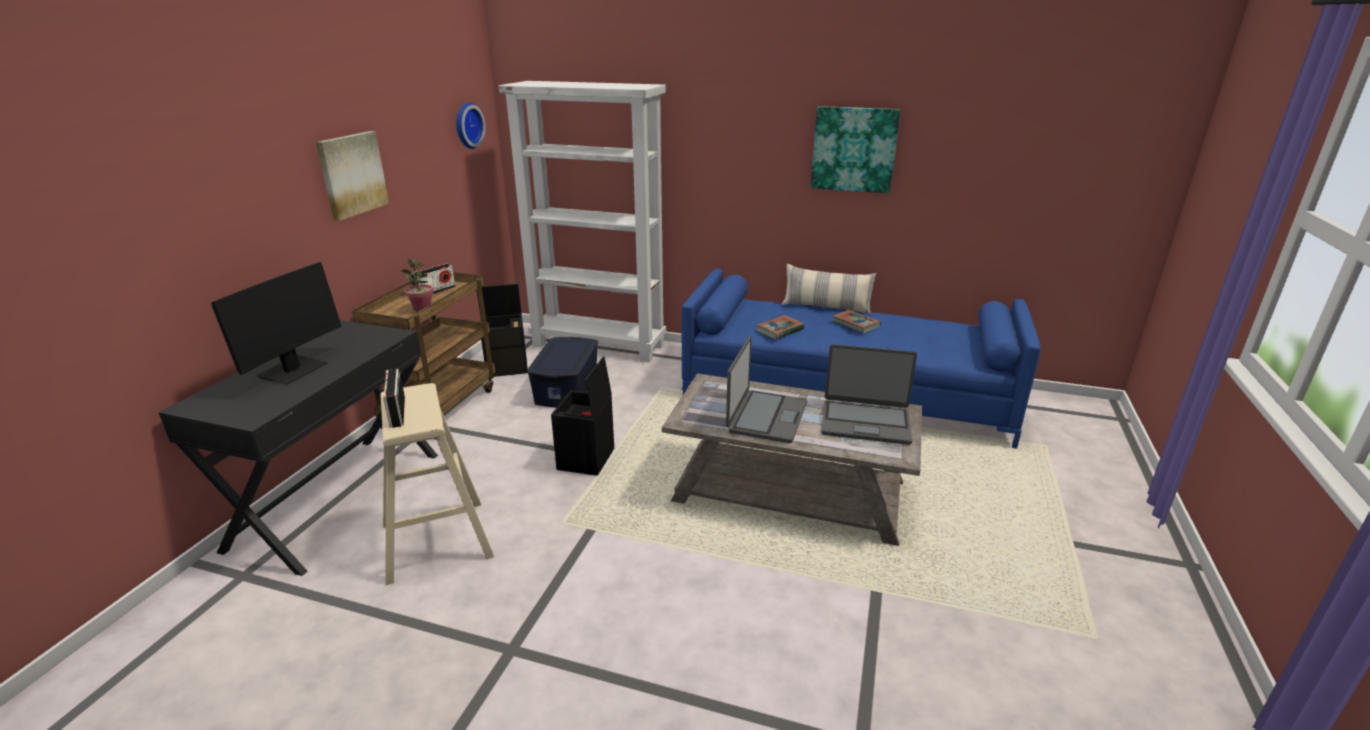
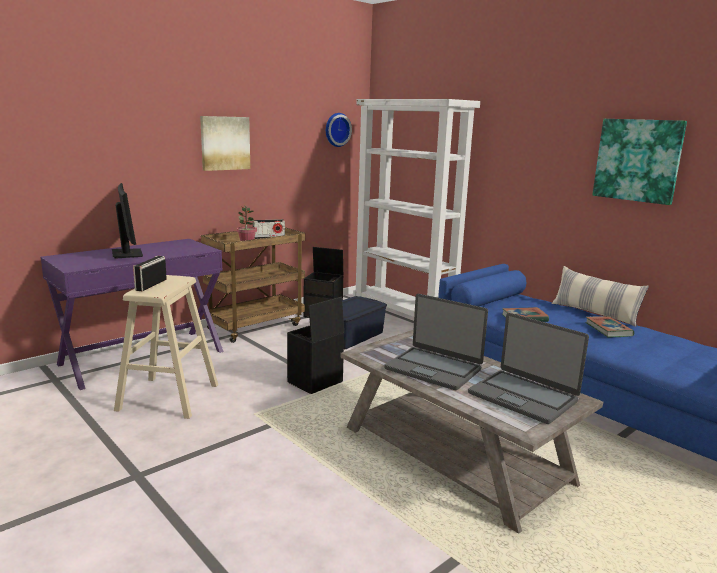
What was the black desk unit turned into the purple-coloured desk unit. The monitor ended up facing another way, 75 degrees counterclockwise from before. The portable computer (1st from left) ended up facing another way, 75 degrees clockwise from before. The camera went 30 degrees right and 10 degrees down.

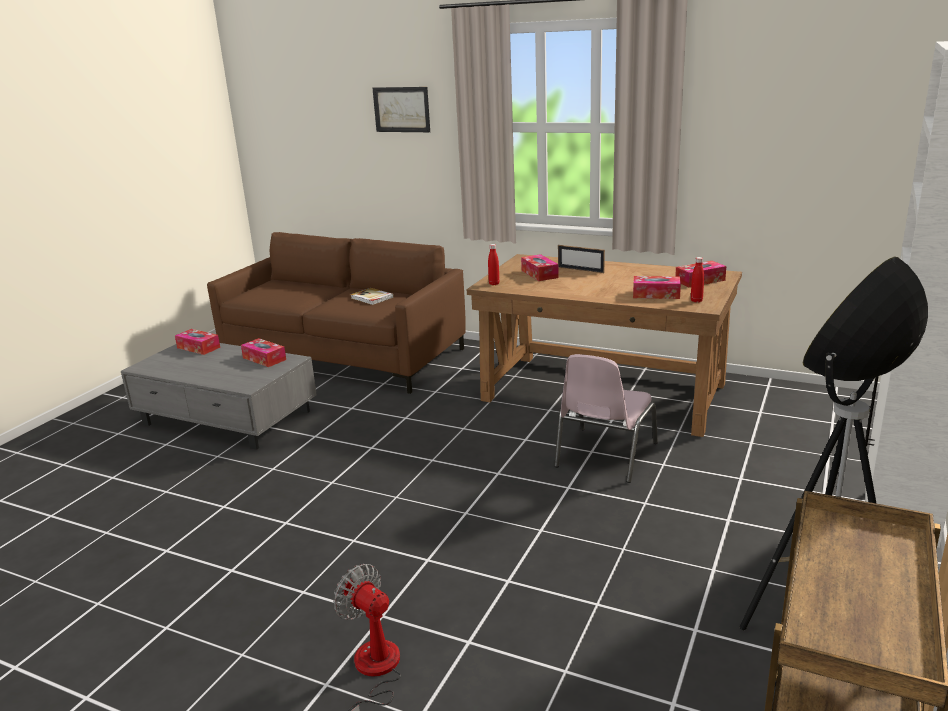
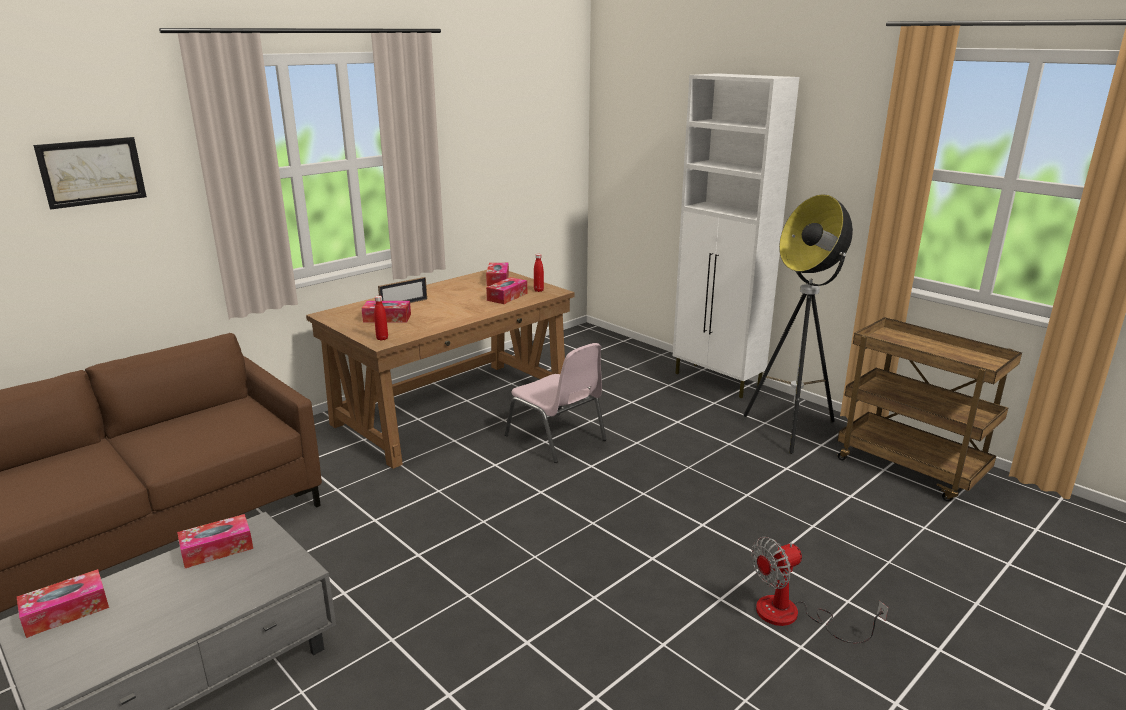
The second view lost the volume. The camera went 70 degrees left and 0 degrees up.

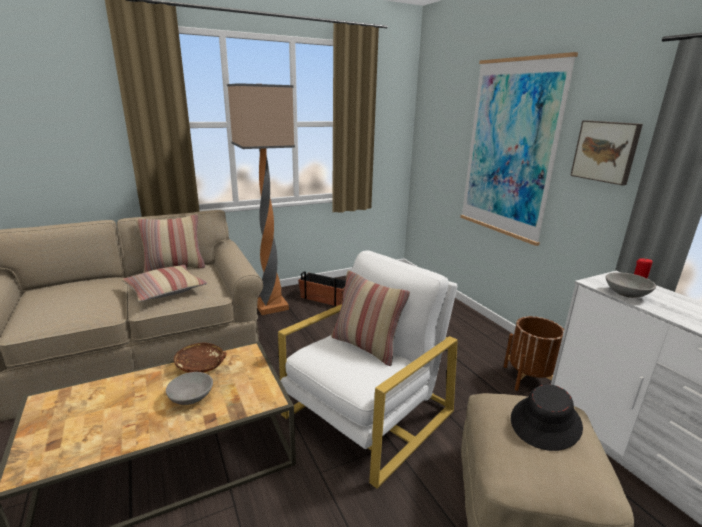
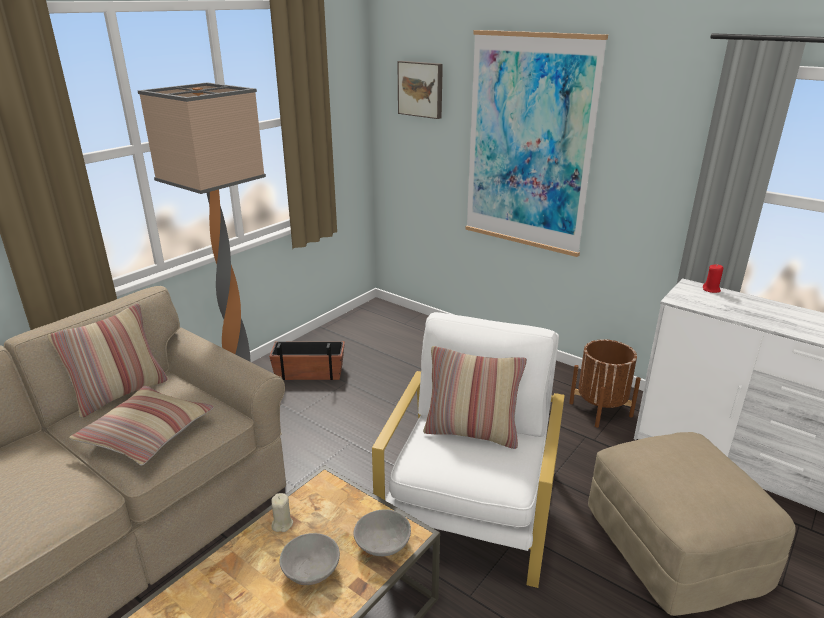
Where the brown-coloured deep dish stood, the sand-coloured candle came to stand. The grey deep dish (2nd from left) ended up elsewhere. The wall art (2nd from left in the first image) ended up elsewhere. The second view lost the black hat. The camera went 25 degrees left and 5 degrees up.

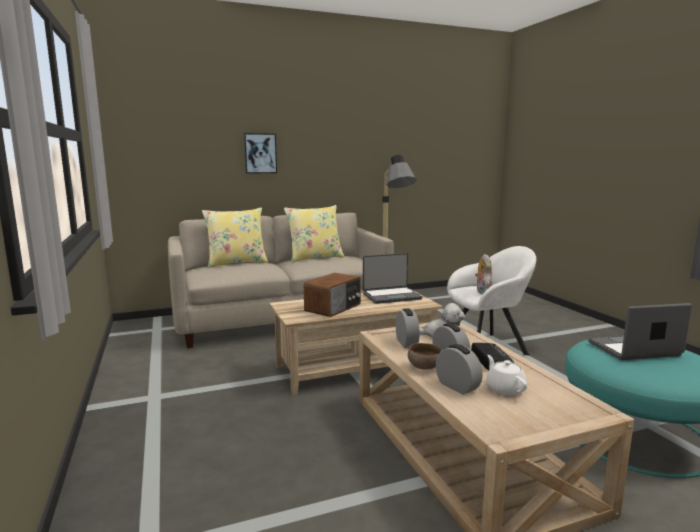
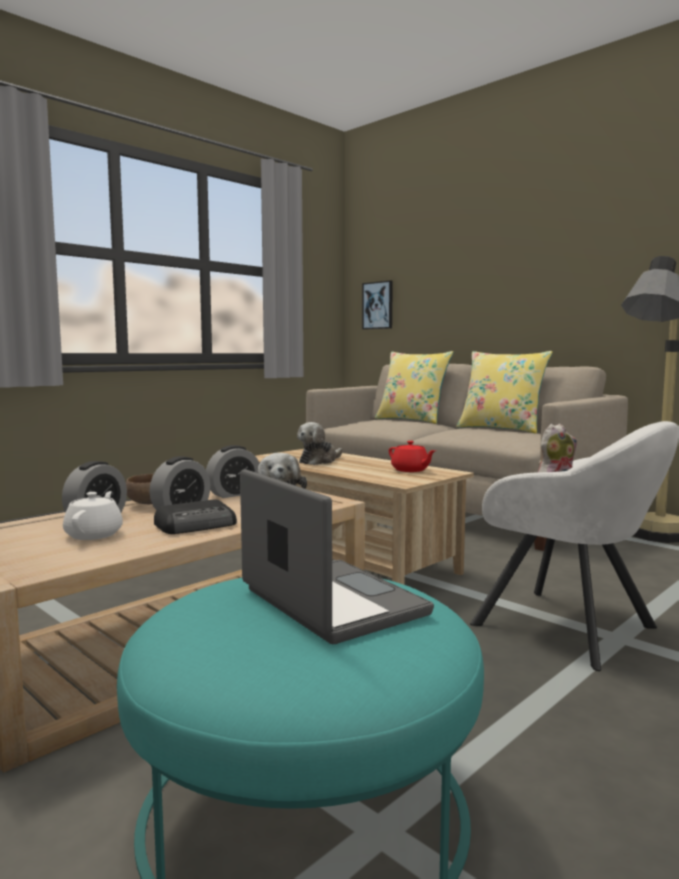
The white-coloured tea pot ended up facing another way, 45 degrees counterclockwise from before. Where the radio receiver (1st from left) stood, the soft toy (2nd from left) came to stand. The wall art ended up elsewhere. Where the portable computer (1st from left) stood, the red-coloured tea pot came to stand. The camera went 65 degrees right and 5 degrees down.

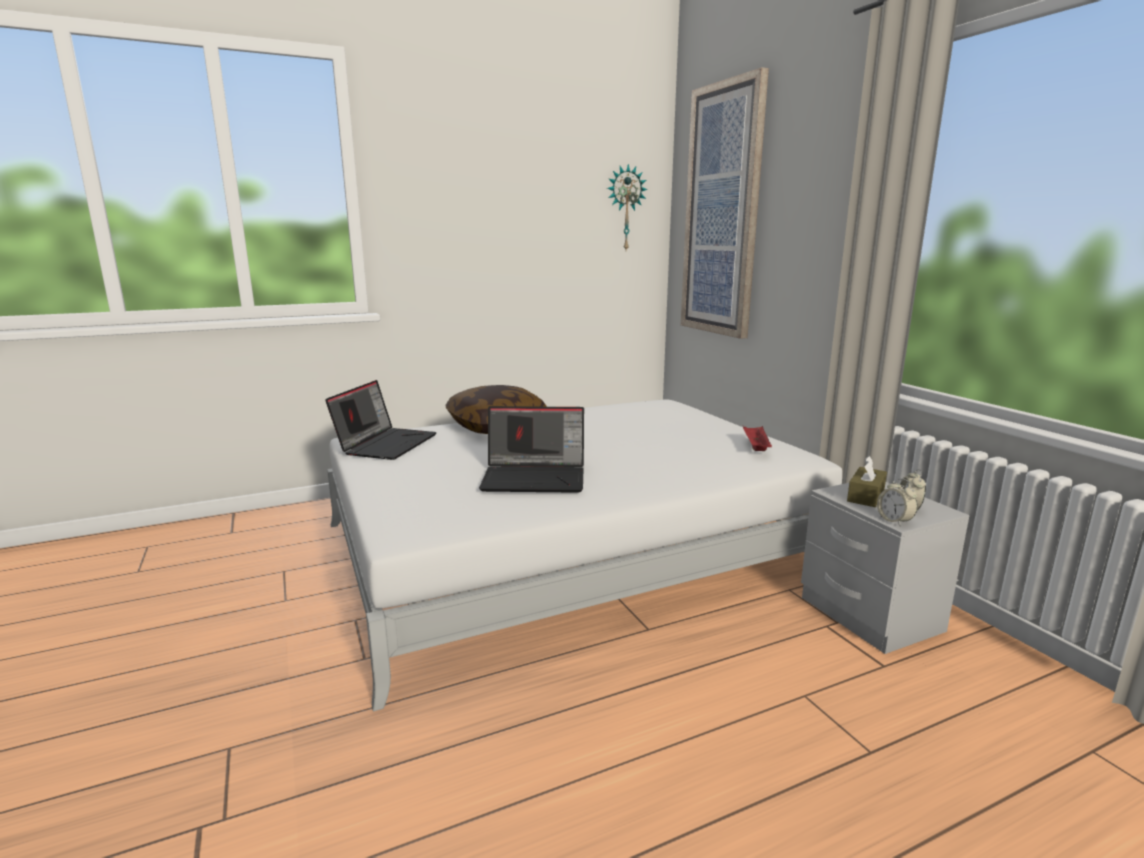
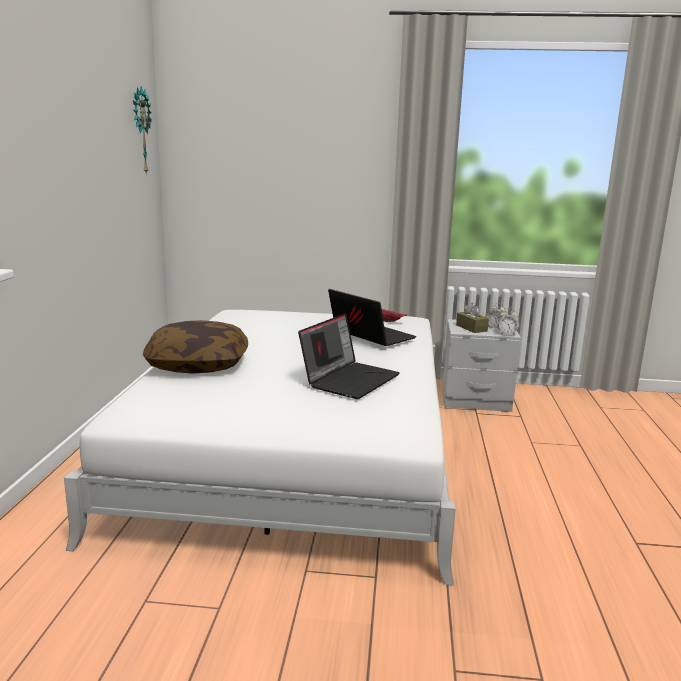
The portable computer (1st from left in the first image) ended up elsewhere. The second view lost the wall art. The camera went 60 degrees left and 0 degrees up.

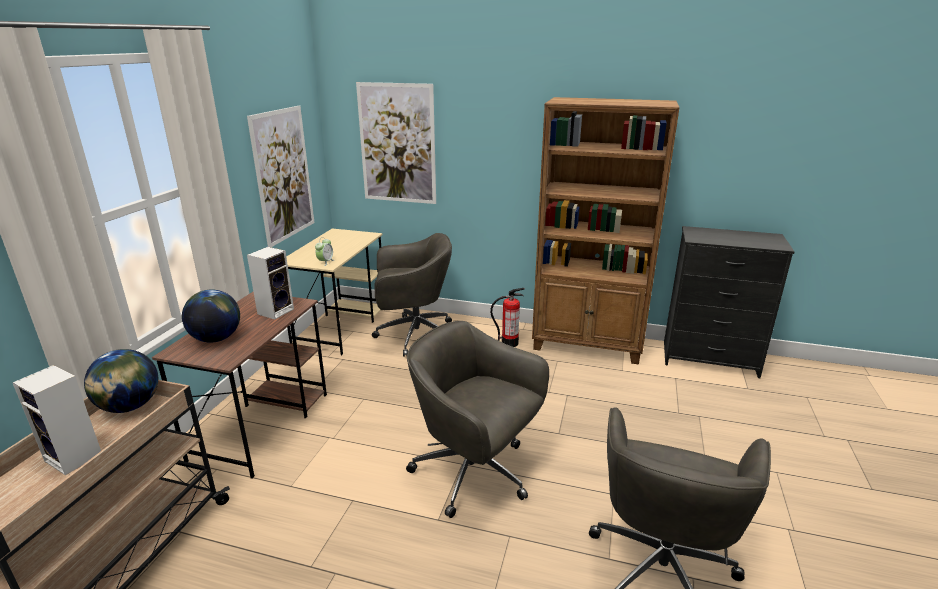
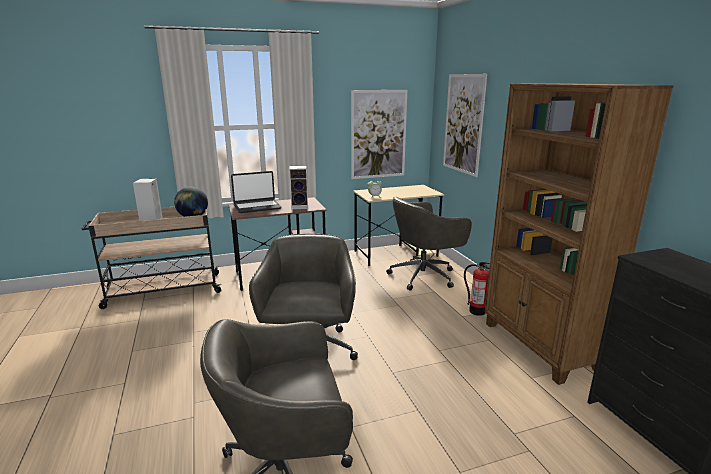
Where the desk globe (2nd from left) stood, the portable computer came to stand. The grey office chair (1st from left in the first image) ended up facing another way, 105 degrees clockwise from before. The camera went 55 degrees right and 5 degrees down.

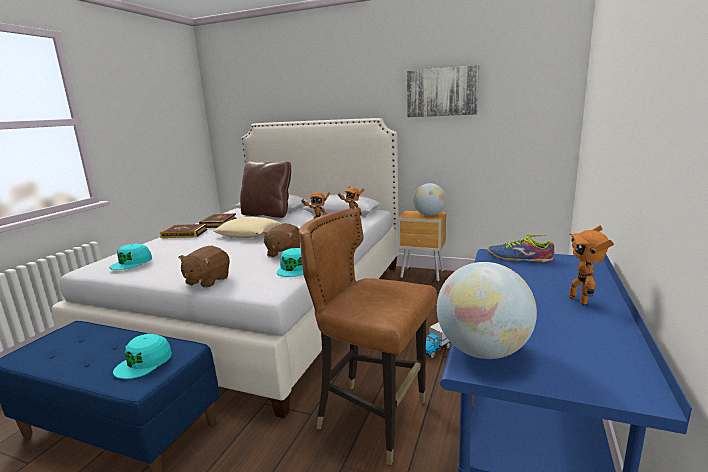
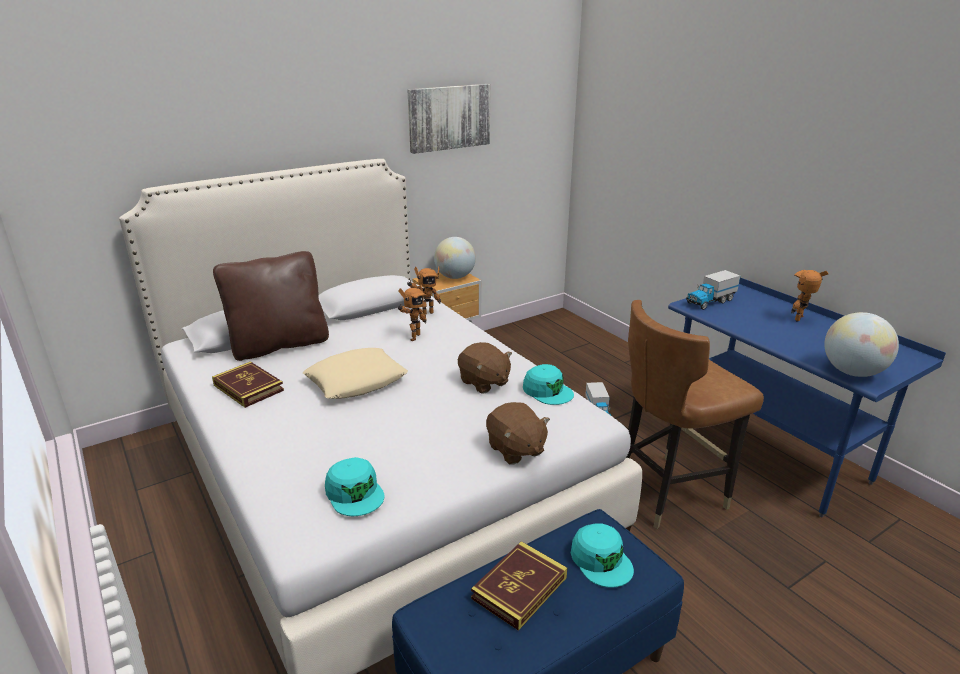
The volume (1st from left in the first image) ended up elsewhere. Where the low shoe stood, the model truck (2nd from left) came to stand. The model robot (3rd from left) ended up facing another way, 105 degrees clockwise from before. The camera went 55 degrees left and 10 degrees up.

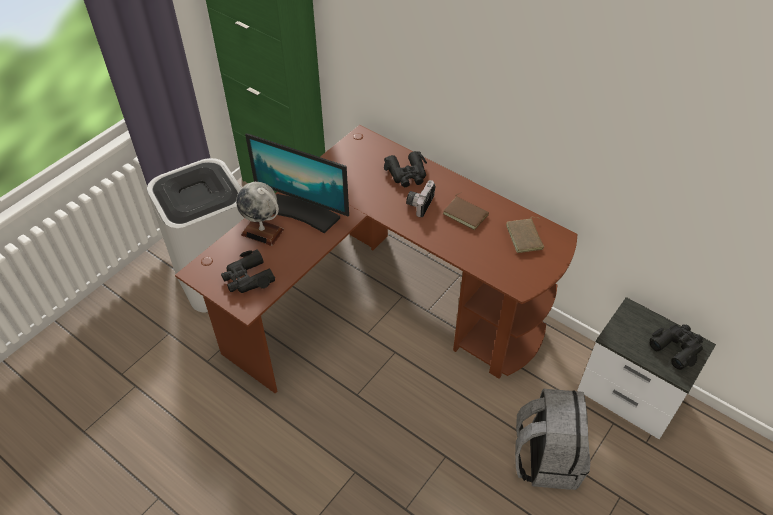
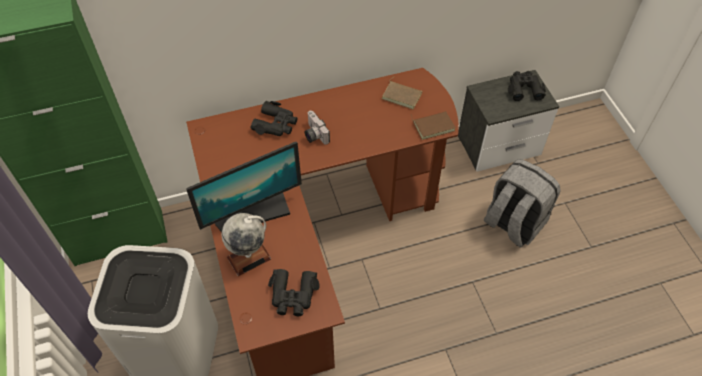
The brown-coloured volume (1st from left in the first image) ended up elsewhere. The camera went 55 degrees left and 5 degrees up.

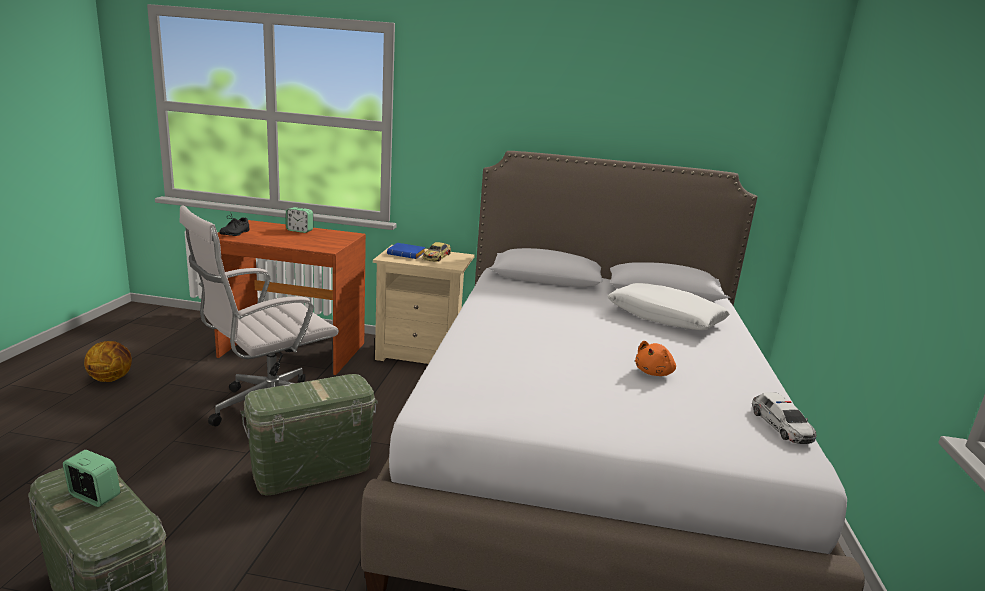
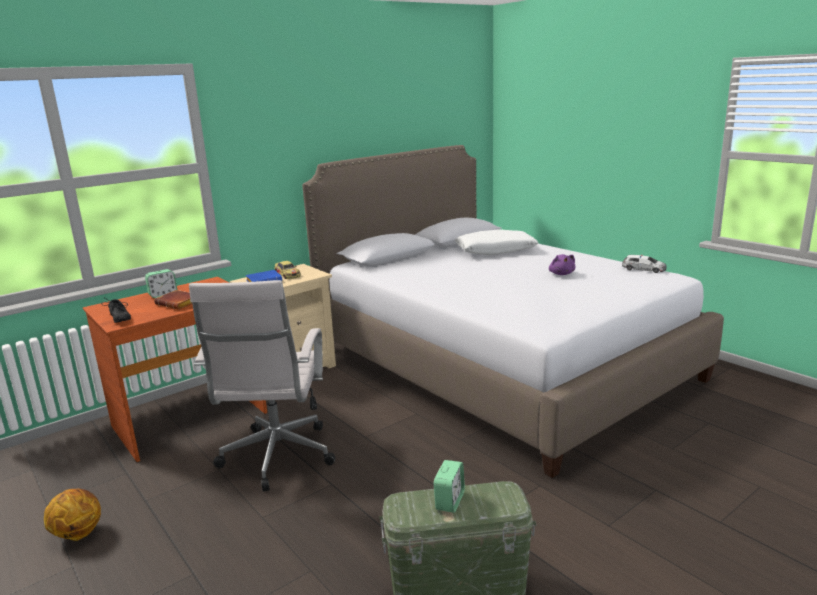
The second view gained the brown-coloured volume. The table clock (1st from left in the first image) ended up facing another way, 135 degrees clockwise from before. What was the orange soft toy turned into the purple-coloured soft toy. The second view lost the green-coloured storage bin (2nd from left). The camera went 45 degrees left and 0 degrees up.

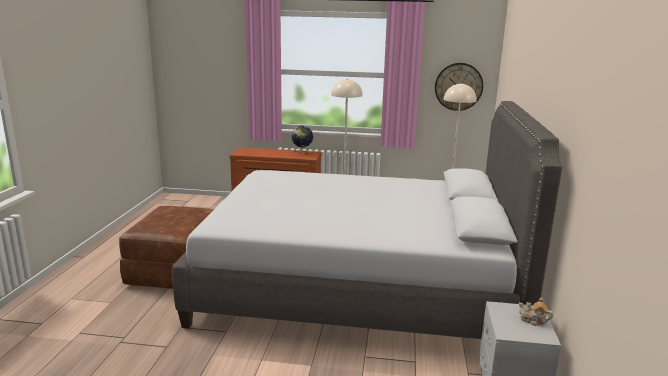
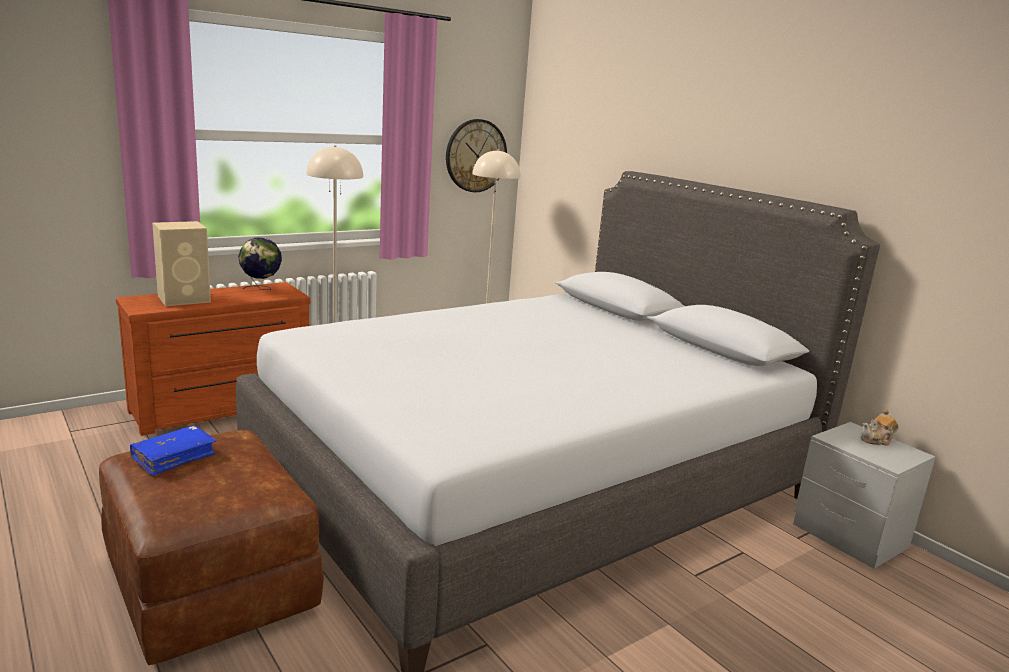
The second view gained the blue volume. The second view gained the sand-coloured loudspeaker. The camera went 45 degrees left and 0 degrees up.

